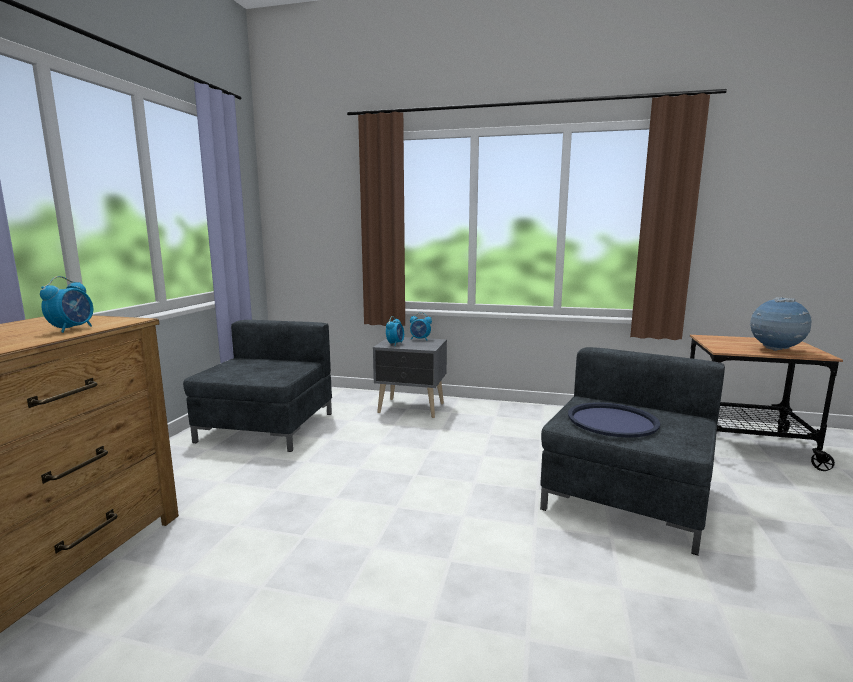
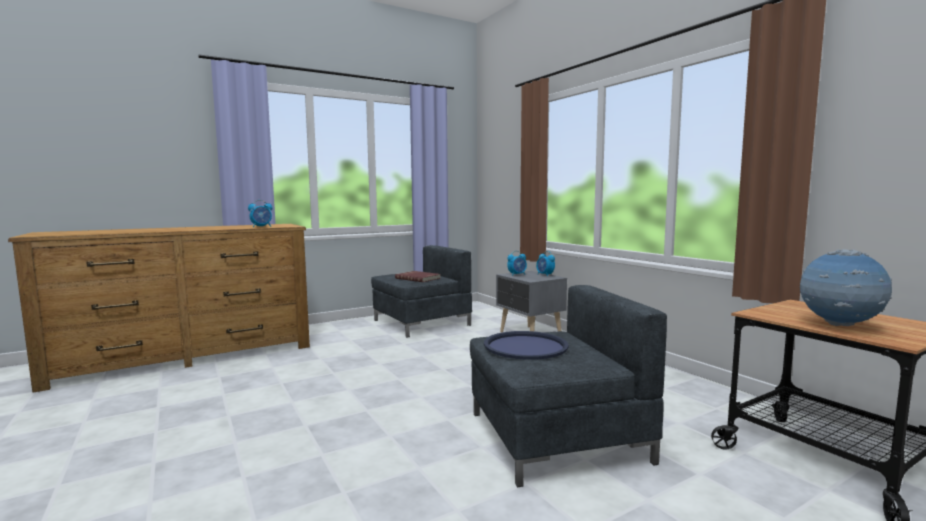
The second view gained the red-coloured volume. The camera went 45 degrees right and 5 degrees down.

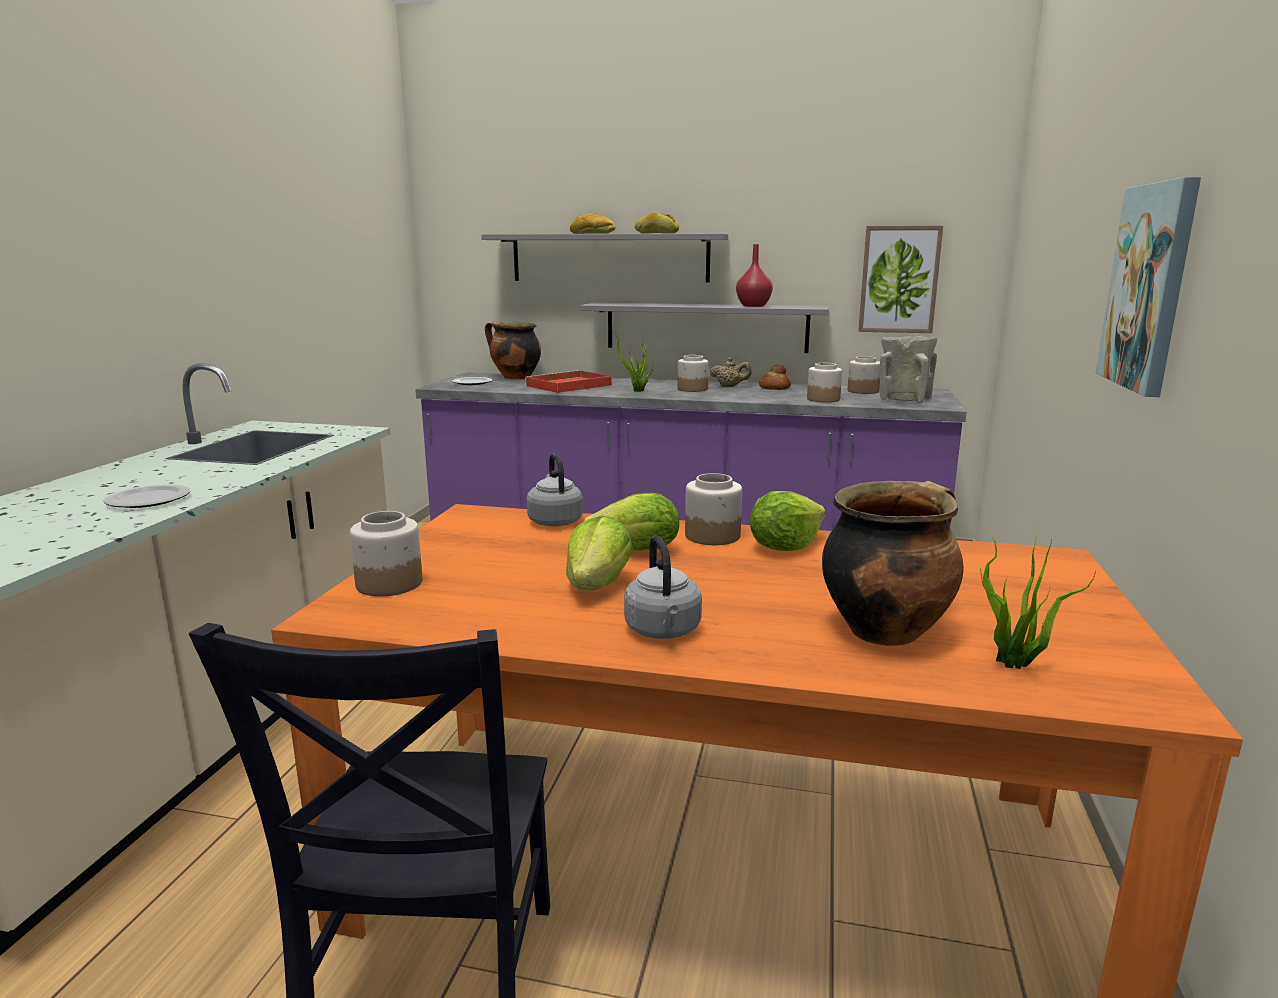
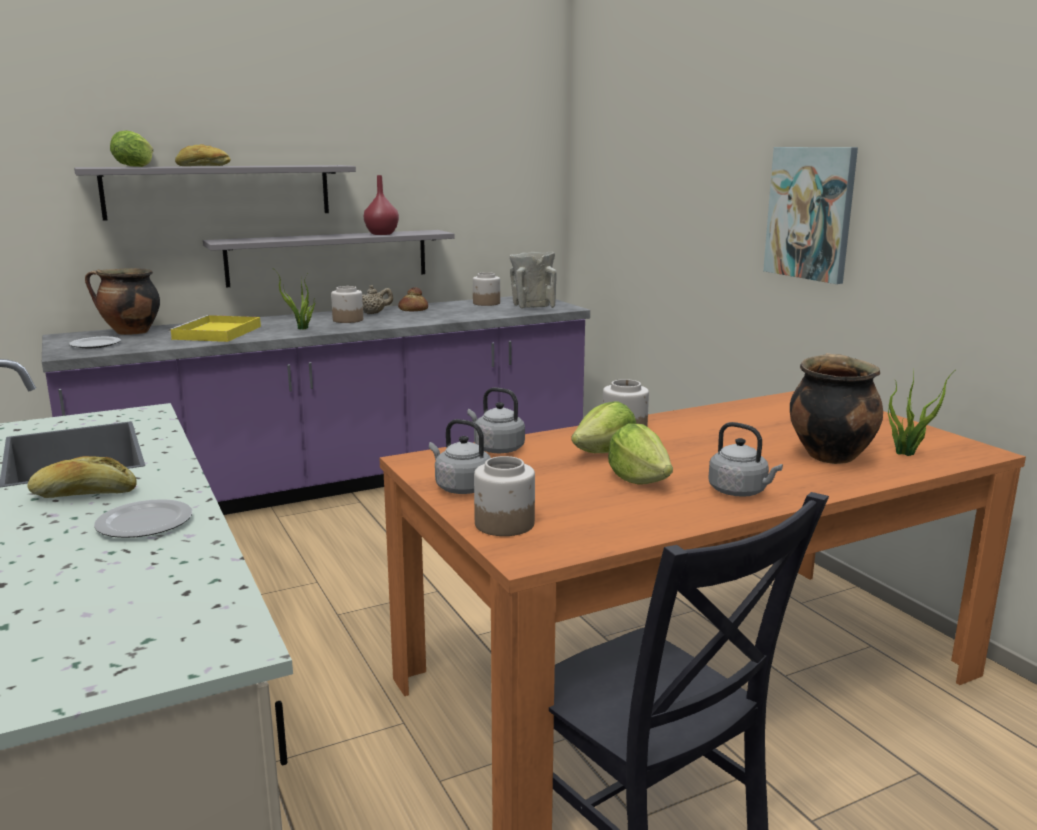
The bakery bread (2nd from left in the first image) ended up elsewhere. The lettuce (3rd from left in the first image) ended up elsewhere. What was the red-coloured carrying tray turned into the yellowish carrying tray. The second view gained the grey water kettle (1st from left). The second view lost the storage jar (4th from left). The second view lost the wall art (1st from left). The camera went 40 degrees left and 0 degrees up.

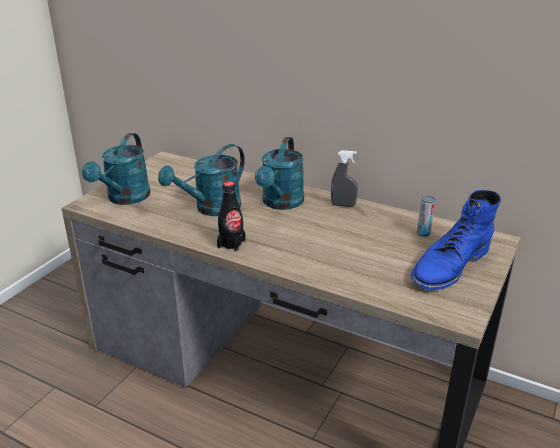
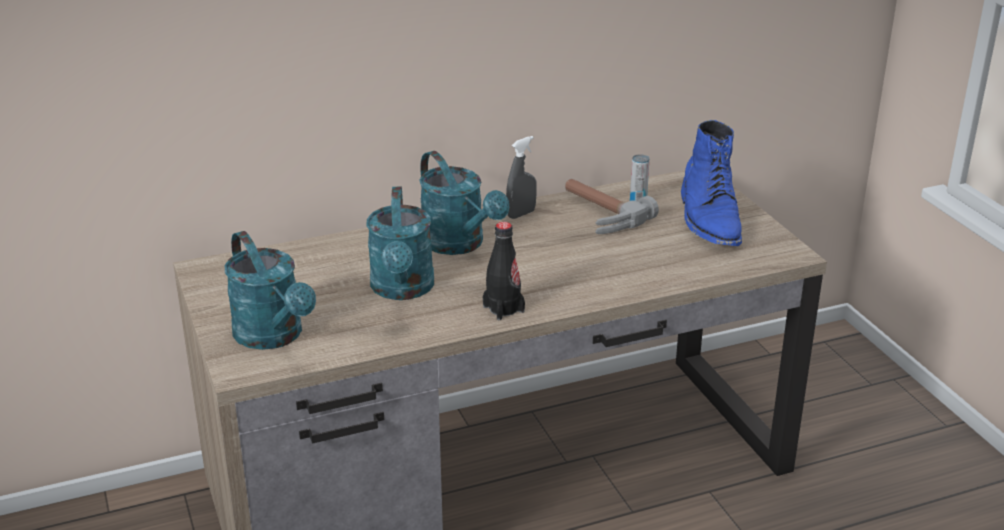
The second view gained the hammer. The camera went 50 degrees left and 0 degrees up.

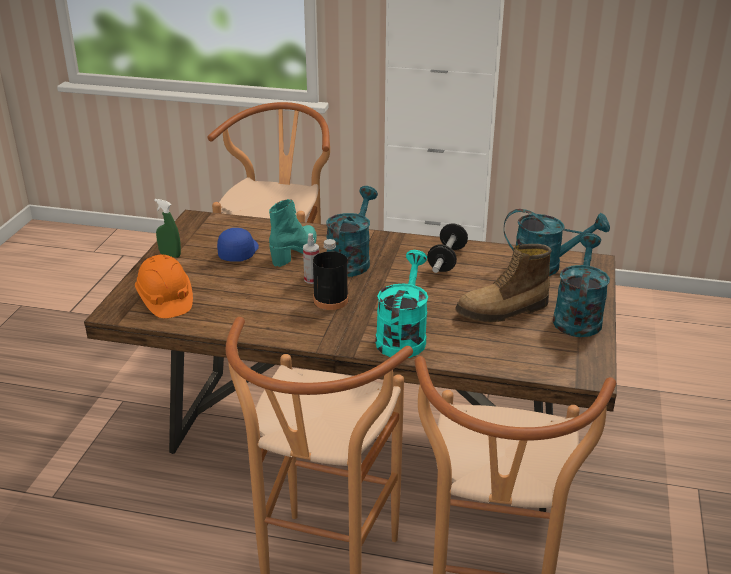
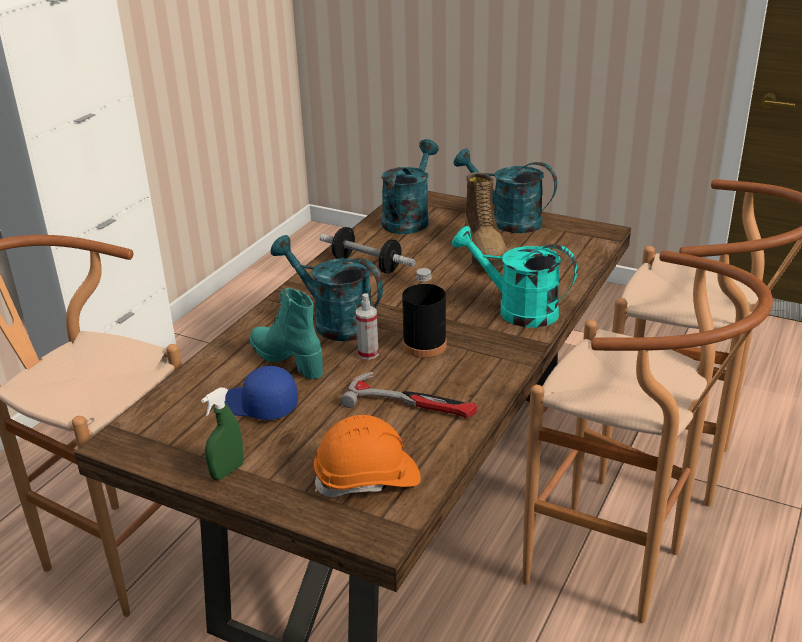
The second view gained the hammer. The camera went 75 degrees left and 0 degrees up.

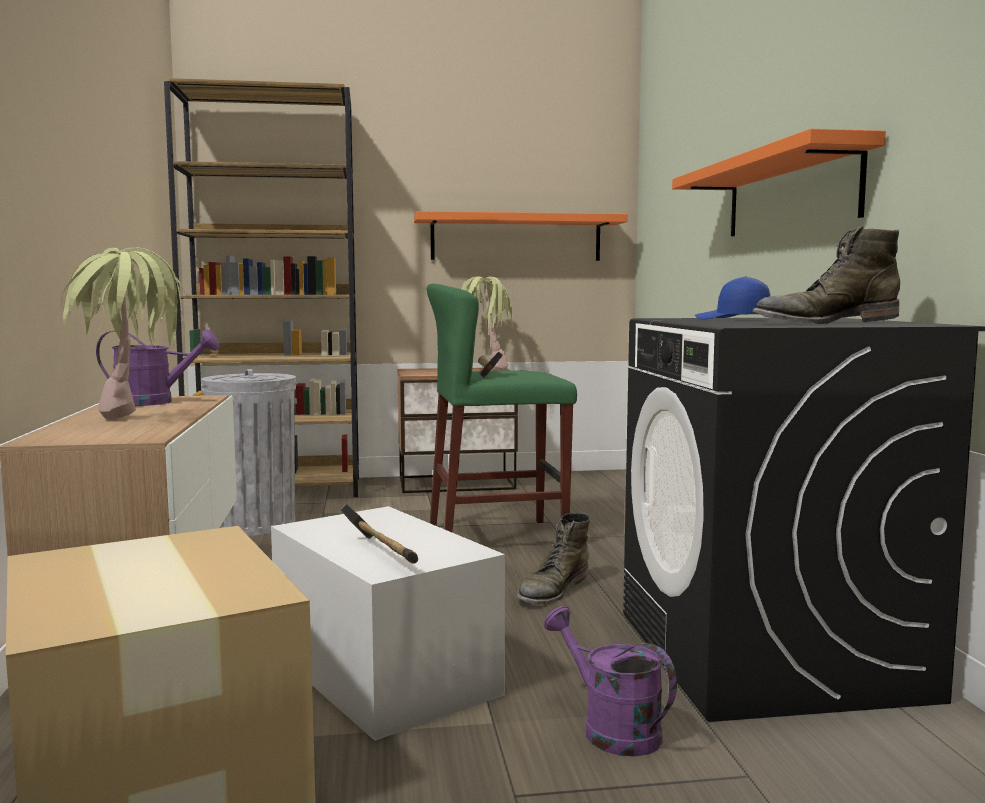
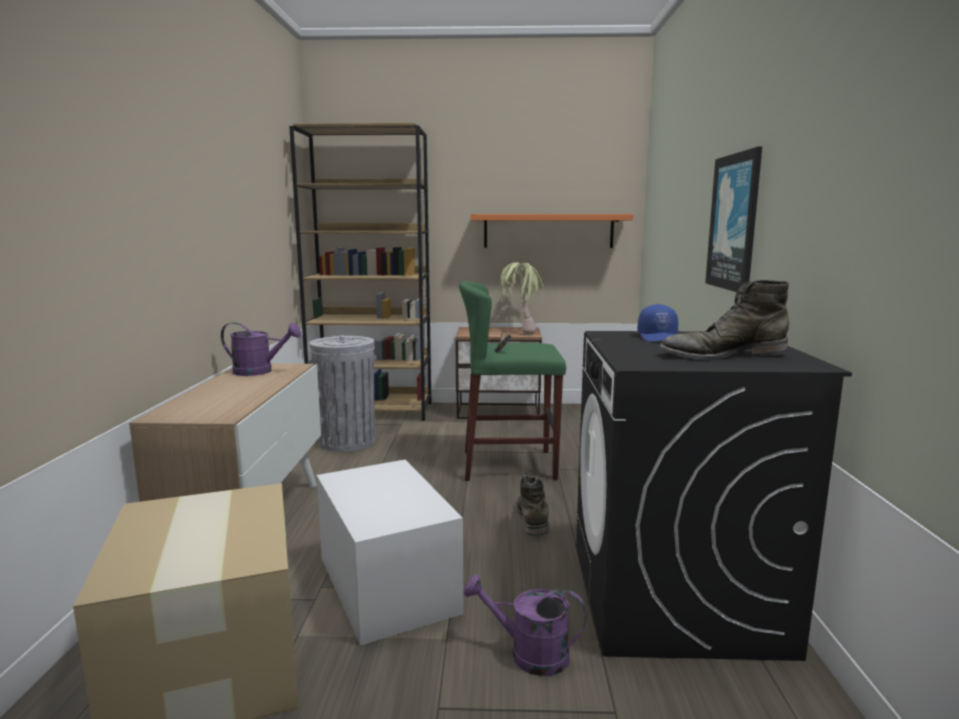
The purple-coloured watering can (2nd from left) ended up facing another way, 45 degrees counterclockwise from before. The green-coloured high-top boot (1st from left) ended up facing another way, 135 degrees clockwise from before. The blue baseball cap ended up facing another way, 135 degrees counterclockwise from before. Where the orange bracket shelf (2nd from left) hung, the wall art came to hang. The second view lost the potted plant (1st from left). The second view lost the hammer (1st from left). The camera went 10 degrees right and 5 degrees up.

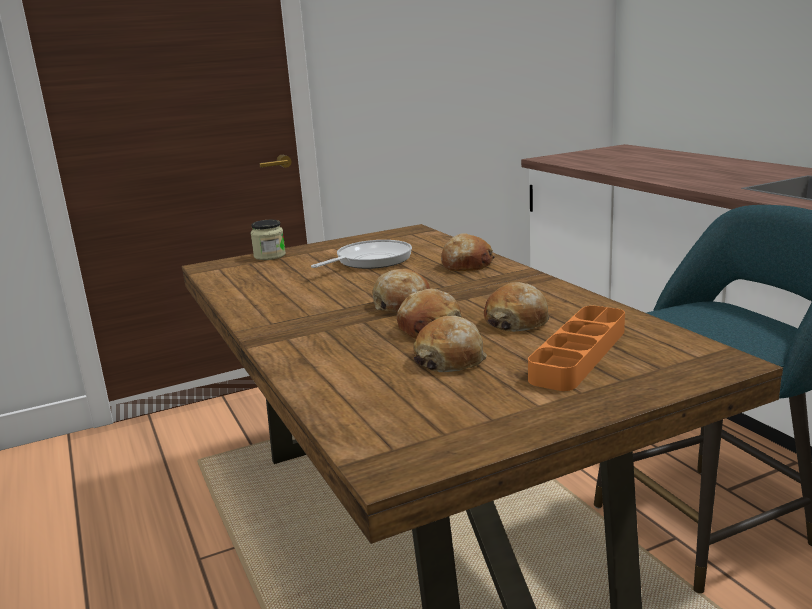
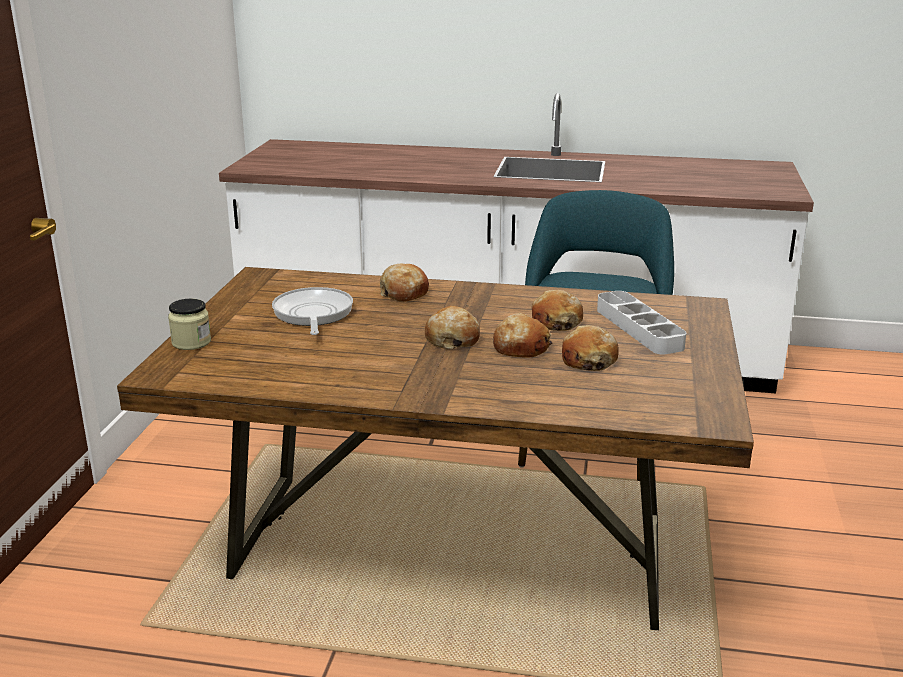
What was the orange carrying tray turned into the grey carrying tray. The camera went 55 degrees left and 5 degrees up.

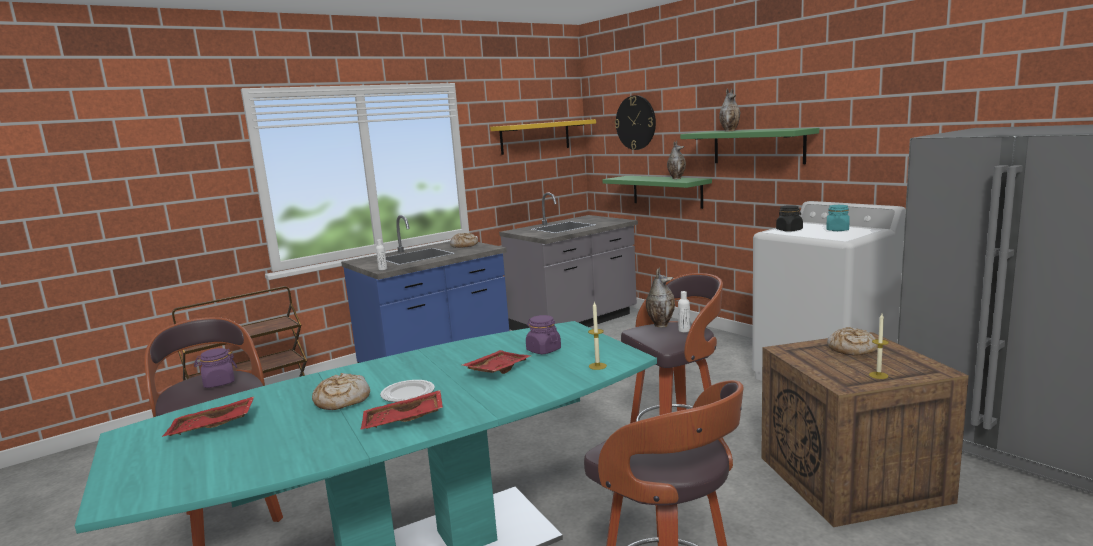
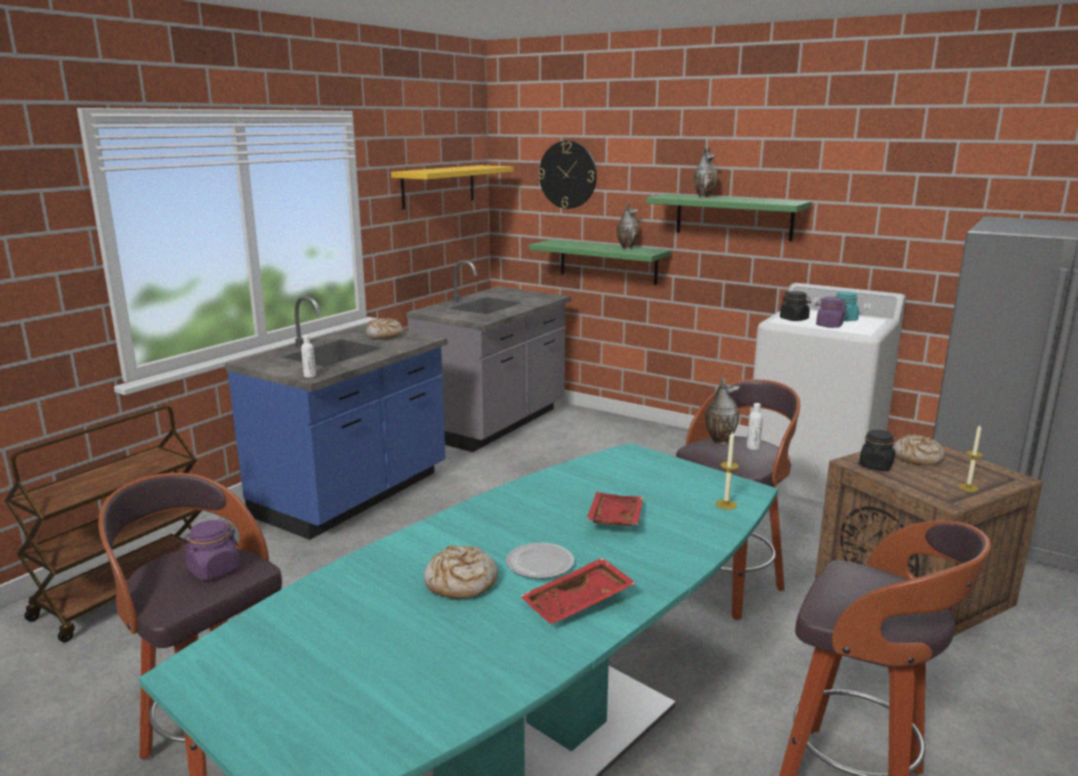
The purple-coloured storage jar (2nd from left) ended up elsewhere. The second view gained the black storage jar (2nd from left). The second view lost the red-coloured carrying tray (1st from left). The camera went 20 degrees left and 5 degrees up.

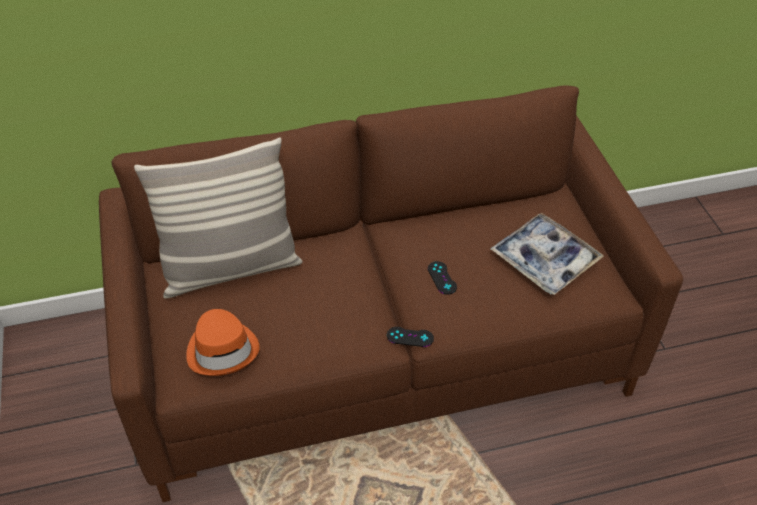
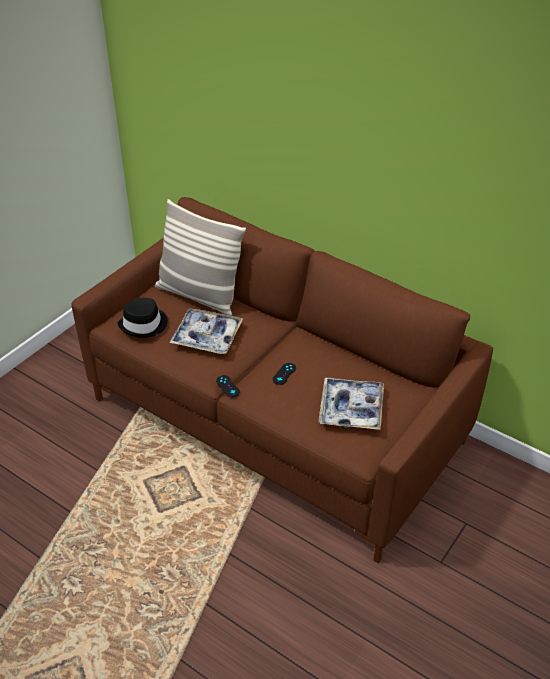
What was the orange hat turned into the black hat. The second view gained the carrying tray (1st from left). The camera went 50 degrees right and 5 degrees down.

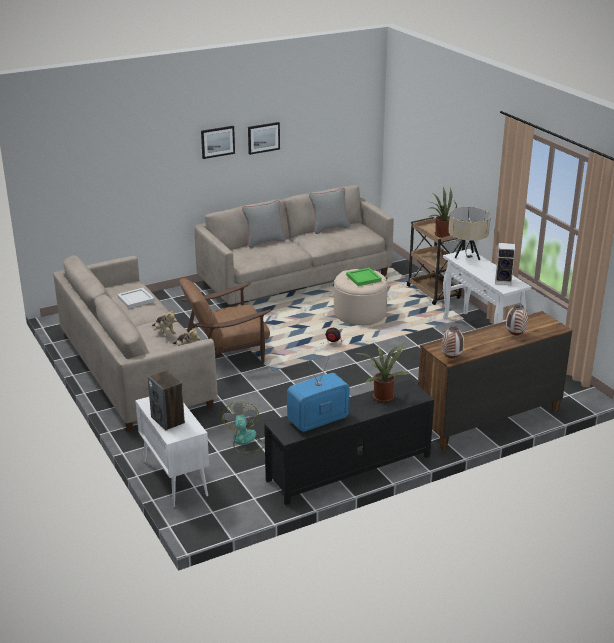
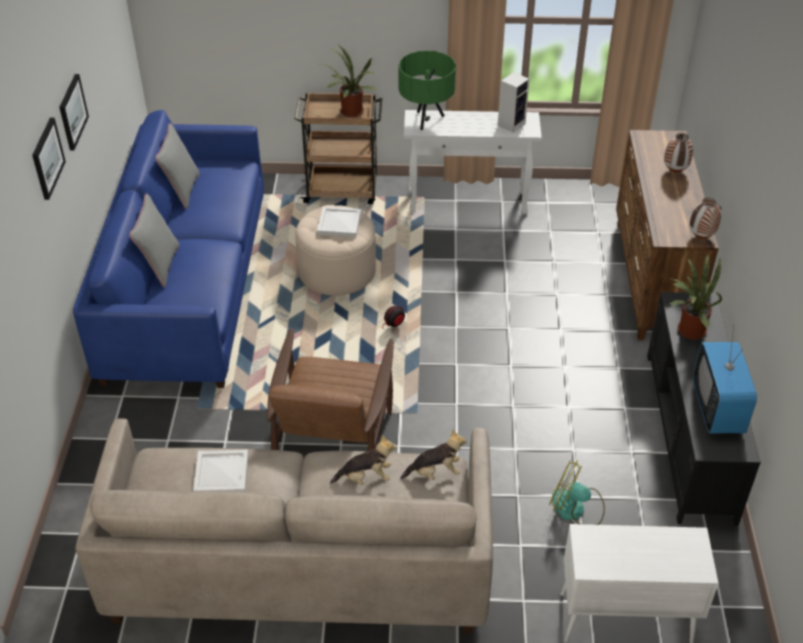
What was the sand-coloured sofa (2nd from left) turned into the blue sofa. What was the green-coloured carrying tray turned into the white-coloured carrying tray (2nd from left). What was the sand-coloured tabletop lamp turned into the green-coloured tabletop lamp. The second view lost the loudspeaker (1st from left). The camera went 60 degrees left and 15 degrees up.

